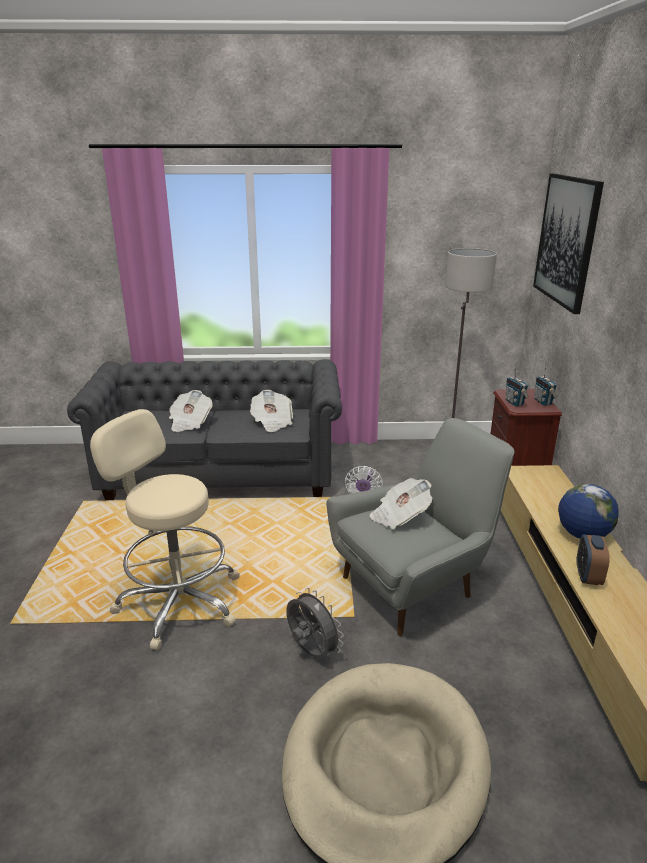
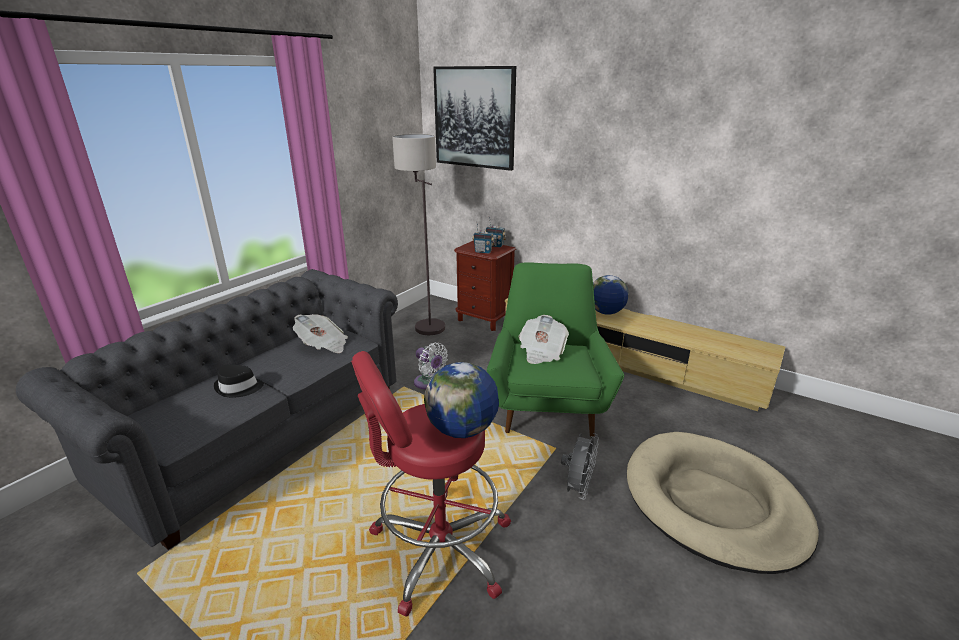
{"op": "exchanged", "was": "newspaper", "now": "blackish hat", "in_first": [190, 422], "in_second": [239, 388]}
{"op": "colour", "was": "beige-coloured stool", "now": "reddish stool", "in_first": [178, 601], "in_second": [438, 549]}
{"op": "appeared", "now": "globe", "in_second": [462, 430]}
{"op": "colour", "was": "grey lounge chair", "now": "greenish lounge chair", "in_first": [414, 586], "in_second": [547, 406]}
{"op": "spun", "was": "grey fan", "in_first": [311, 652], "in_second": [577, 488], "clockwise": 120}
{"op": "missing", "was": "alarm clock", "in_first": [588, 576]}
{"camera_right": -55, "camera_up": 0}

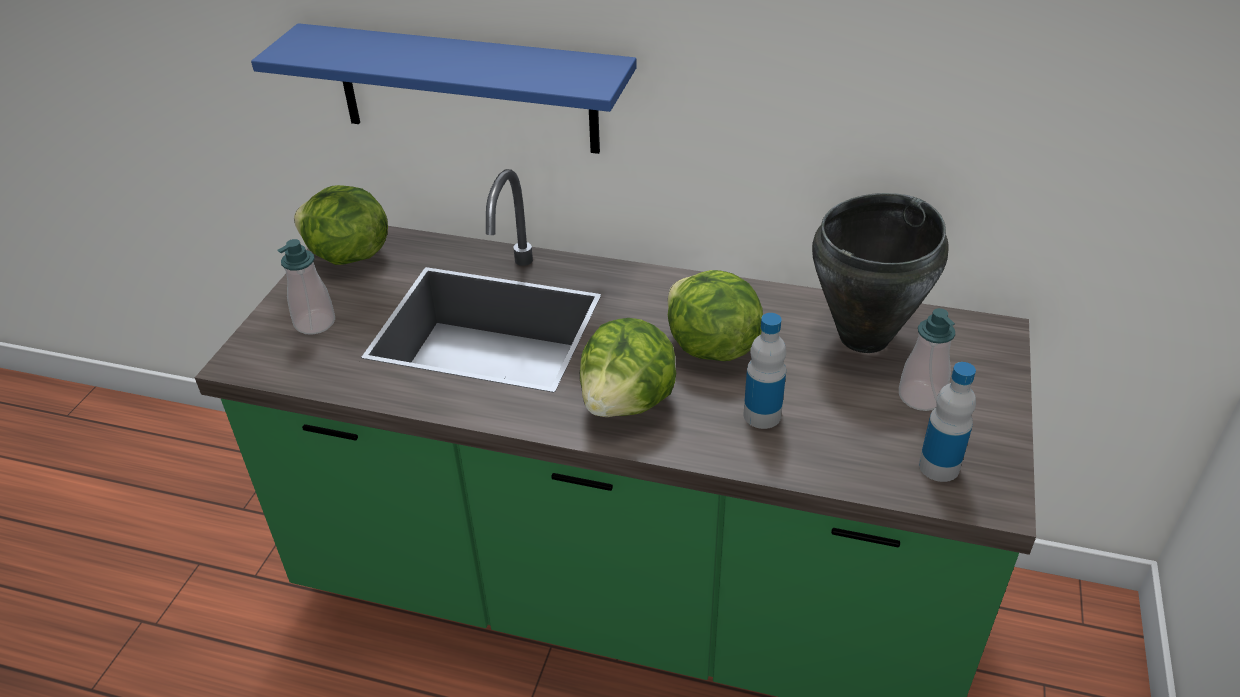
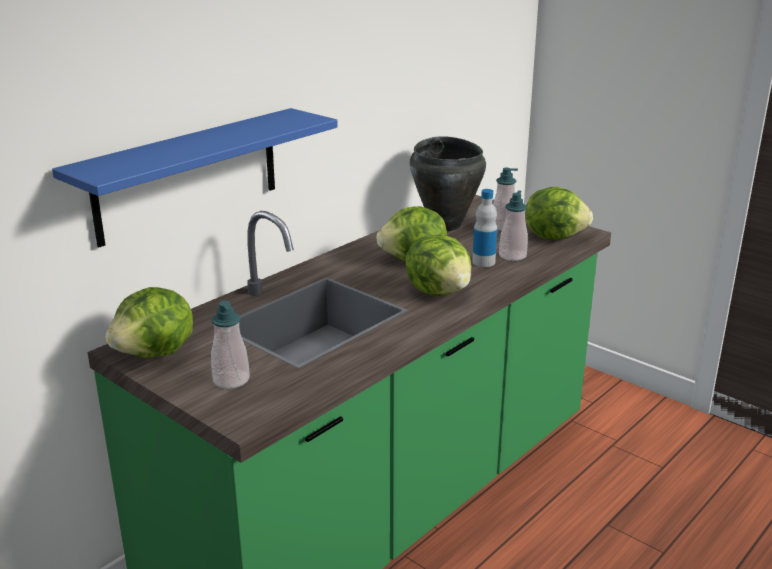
{"op": "appeared", "now": "soap bottle", "in_second": [512, 256]}
{"op": "exchanged", "was": "beverage bottle", "now": "head of lettuce", "in_first": [939, 467], "in_second": [554, 236]}
{"camera_right": -65, "camera_up": -15}

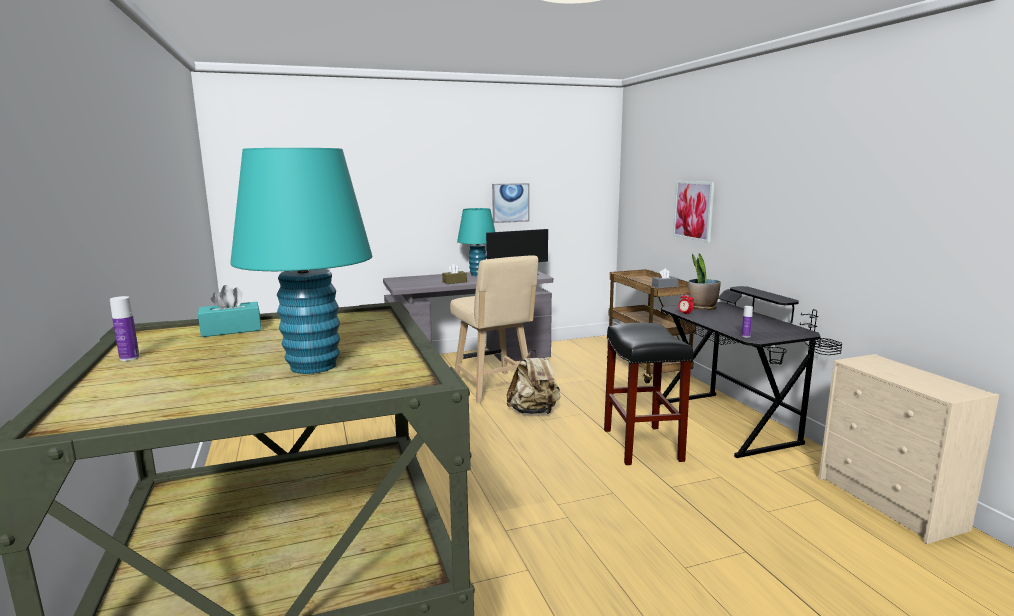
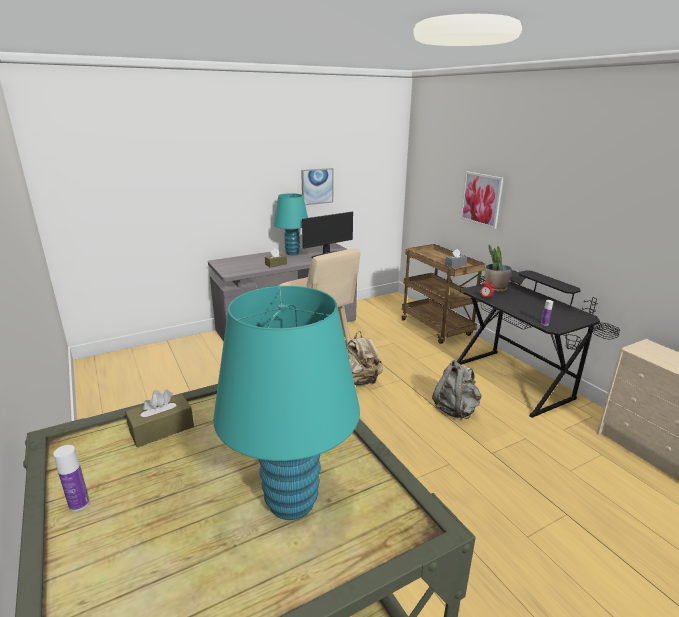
{"op": "colour", "was": "blue-green tissue box", "now": "brown tissue box", "in_first": [231, 330], "in_second": [162, 429]}
{"op": "exchanged", "was": "blackish stool", "now": "grey backpack", "in_first": [641, 444], "in_second": [455, 409]}
{"camera_right": -10, "camera_up": 10}

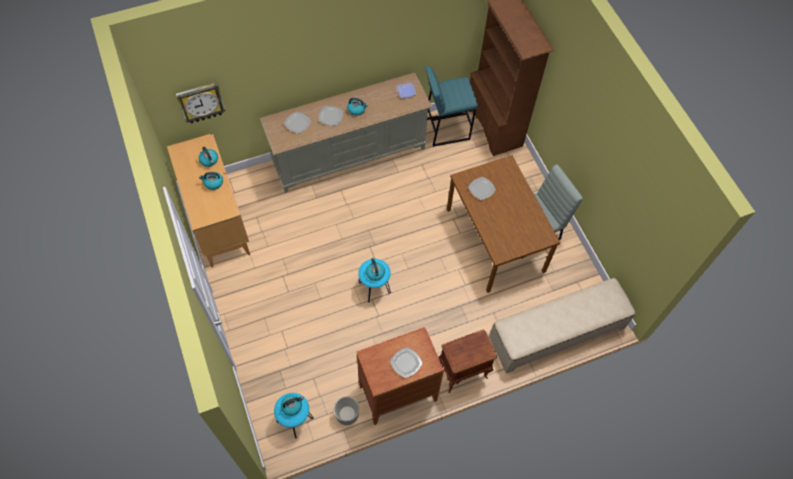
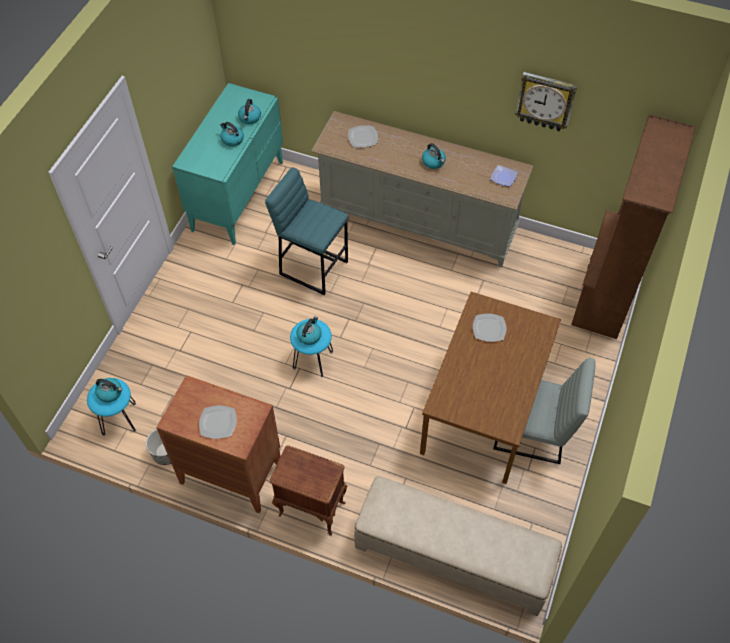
{"op": "colour", "was": "brown cabinet", "now": "blue-green cabinet", "in_first": [218, 220], "in_second": [238, 196]}
{"op": "relocated", "was": "blue-green stool", "in_first": [445, 129], "in_second": [312, 267]}
{"op": "relocated", "was": "wall clock", "in_first": [201, 102], "in_second": [545, 101]}
{"op": "missing", "was": "plate", "in_first": [331, 116]}
{"camera_right": 45, "camera_up": -5}

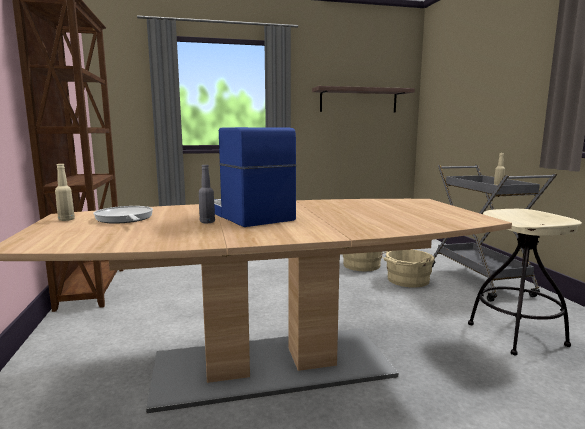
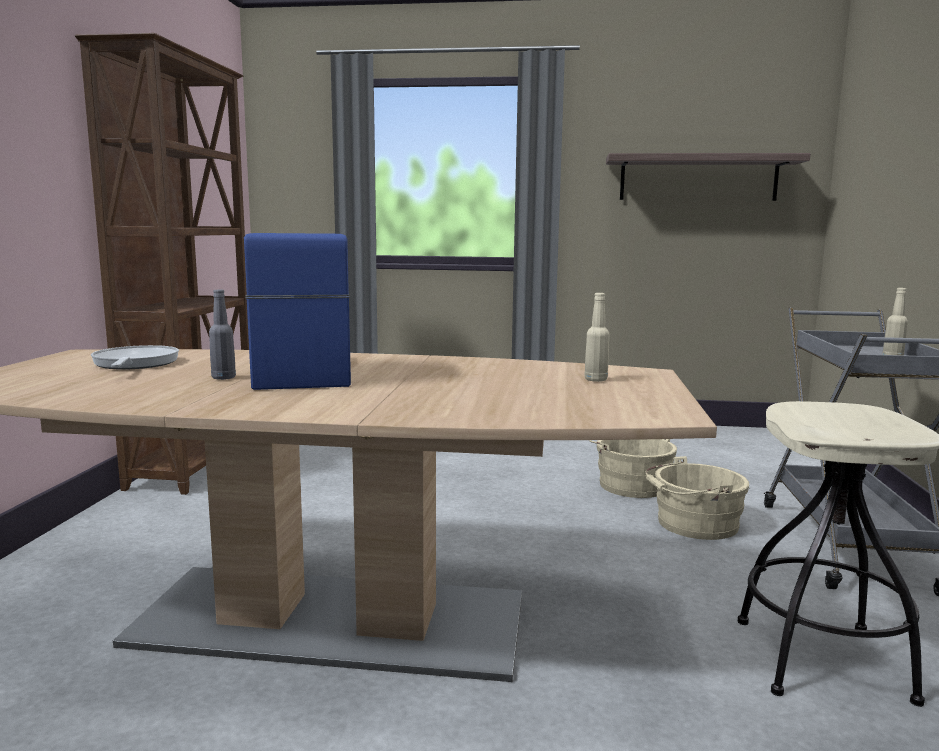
{"op": "relocated", "was": "beige-coloured beverage bottle", "in_first": [66, 219], "in_second": [596, 380]}
{"camera_right": 20, "camera_up": 0}

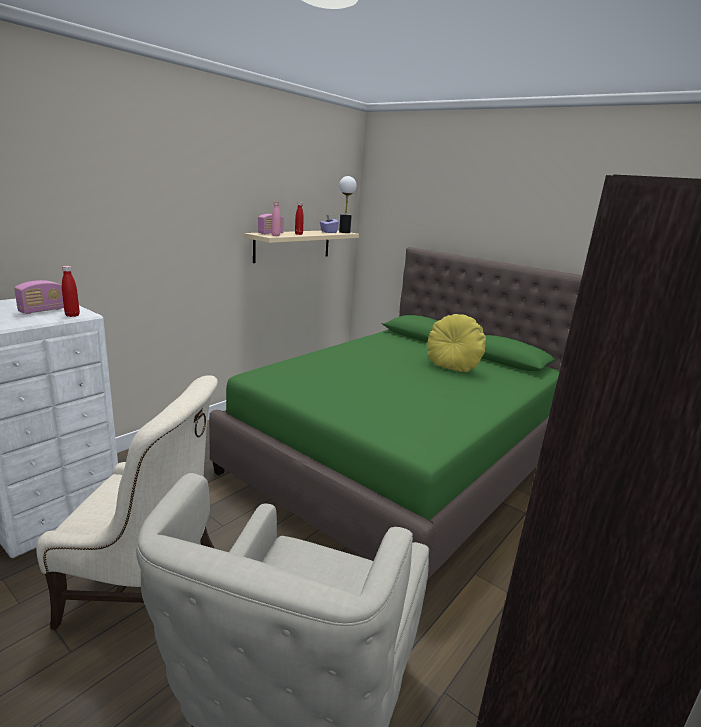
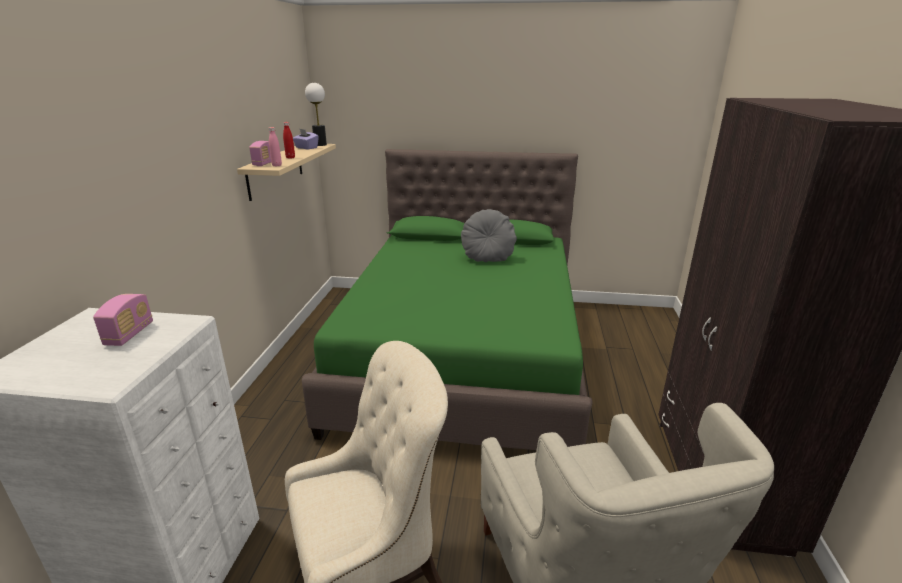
{"op": "colour", "was": "yellow throw pillow", "now": "grey throw pillow", "in_first": [452, 368], "in_second": [487, 259]}
{"op": "missing", "was": "reddish beverage bottle", "in_first": [72, 315]}
{"camera_right": -30, "camera_up": 5}

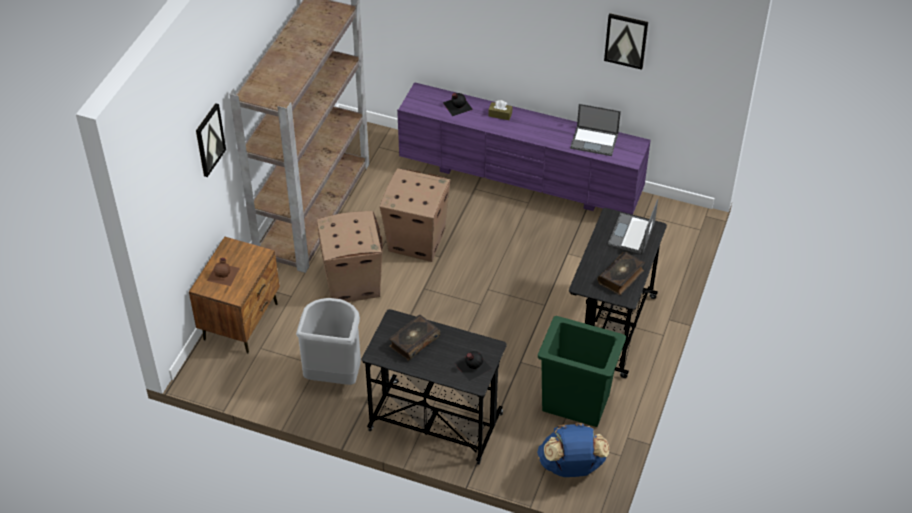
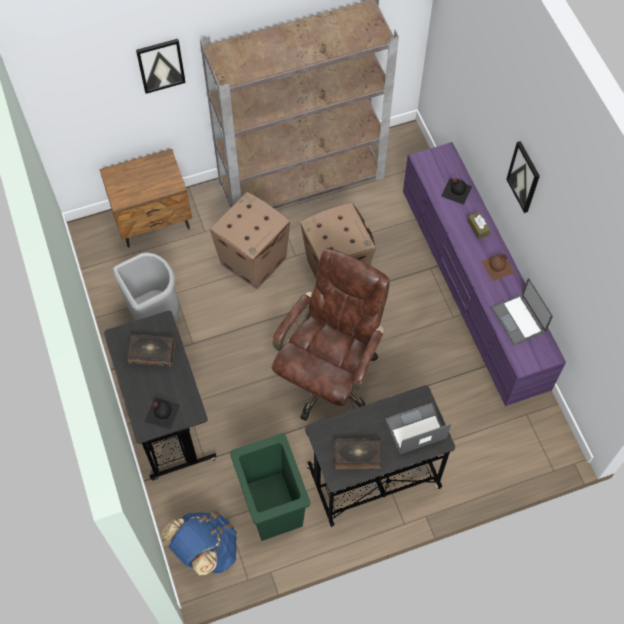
{"op": "appeared", "now": "brown desk chair", "in_second": [329, 376]}
{"op": "relocated", "was": "brown beverage bottle", "in_first": [224, 274], "in_second": [498, 267]}
{"op": "relocated", "was": "wall art", "in_first": [626, 40], "in_second": [524, 177]}
{"camera_right": 50, "camera_up": 15}

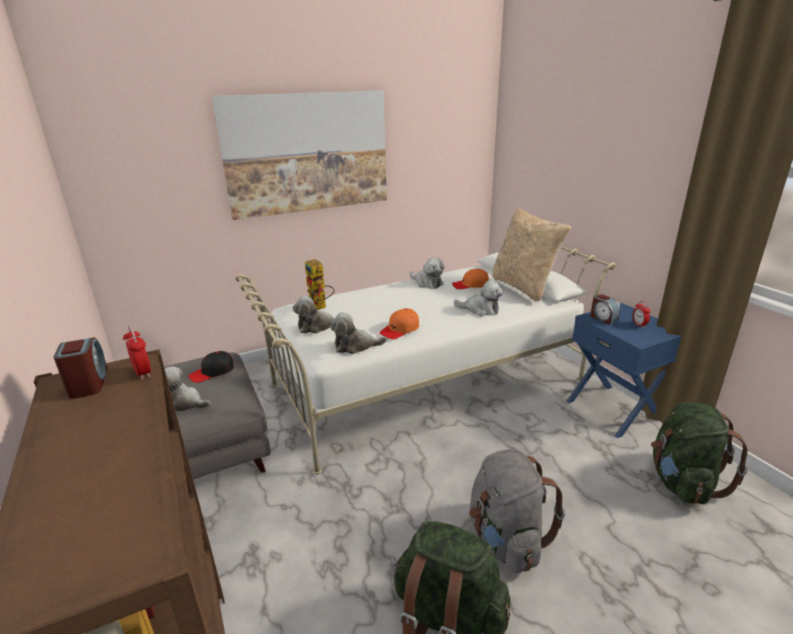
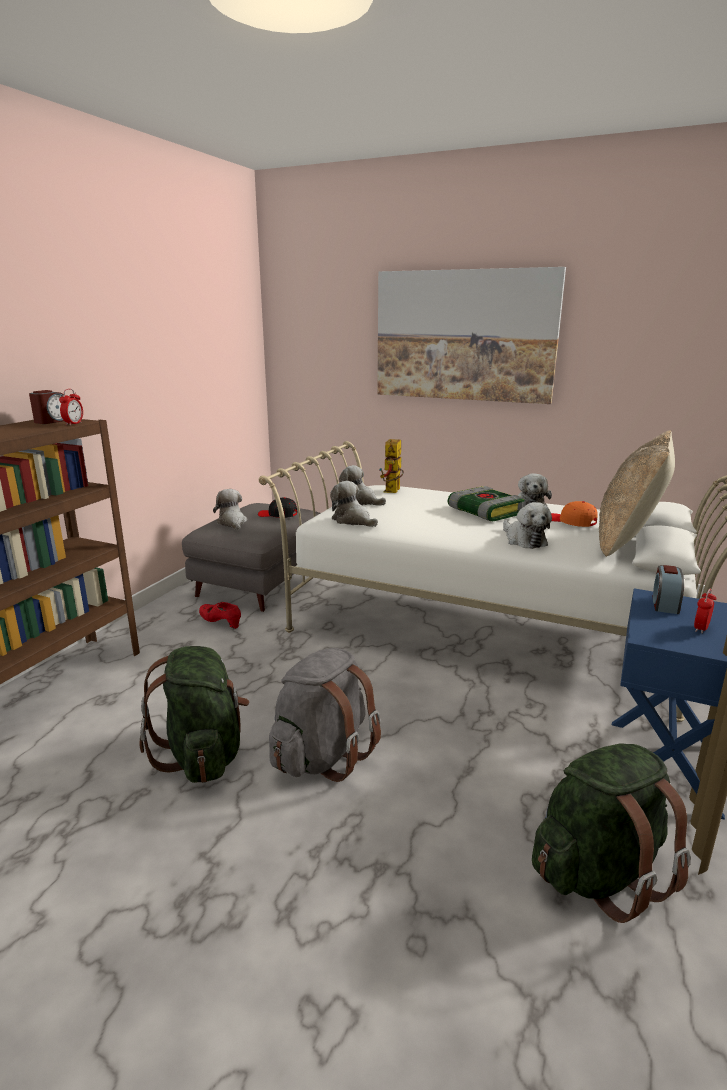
{"op": "appeared", "now": "reddish low shoe", "in_second": [221, 623]}
{"op": "appeared", "now": "bound book", "in_second": [483, 512]}
{"op": "missing", "was": "orange-coloured cap", "in_first": [400, 330]}
{"camera_right": 50, "camera_up": -5}

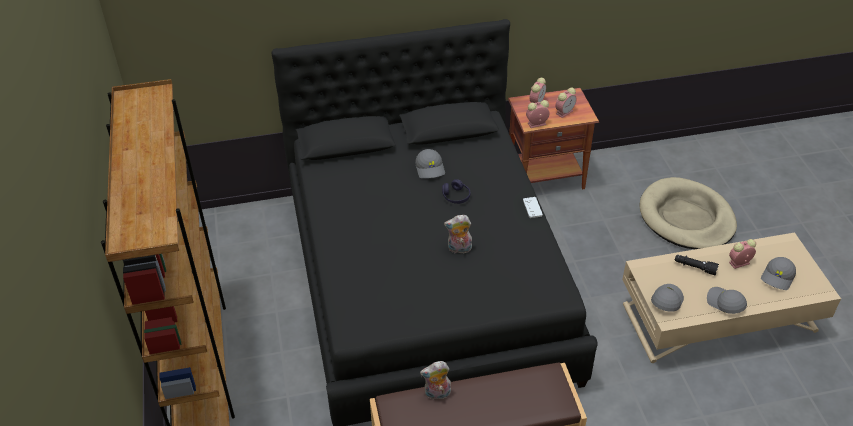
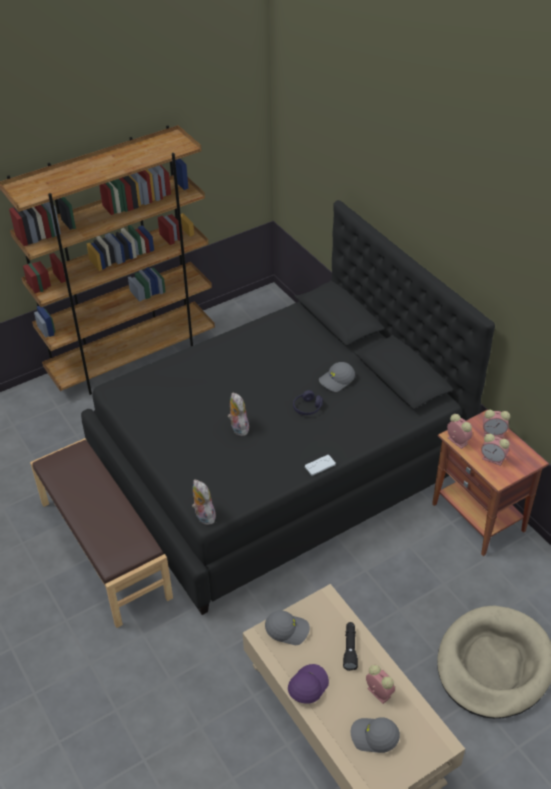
{"op": "relocated", "was": "cuddly toy", "in_first": [437, 394], "in_second": [203, 516]}
{"op": "colour", "was": "grey cap", "now": "purple cap", "in_first": [725, 303], "in_second": [307, 686]}
{"camera_right": 70, "camera_up": 0}

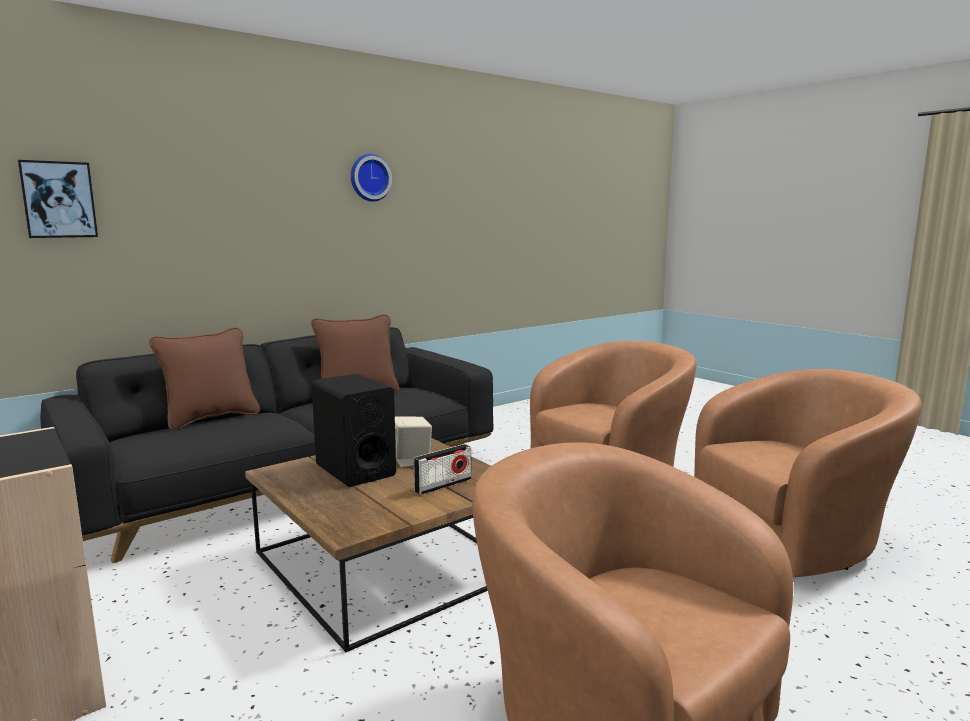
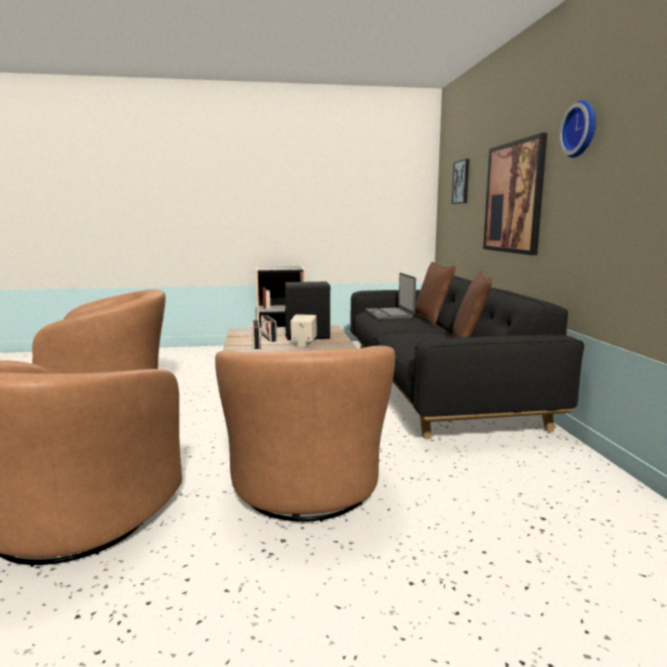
{"op": "appeared", "now": "radio", "in_second": [268, 338]}
{"op": "appeared", "now": "laptop", "in_second": [389, 315]}
{"op": "appeared", "now": "wall art", "in_second": [513, 197]}
{"camera_right": 120, "camera_up": 0}

